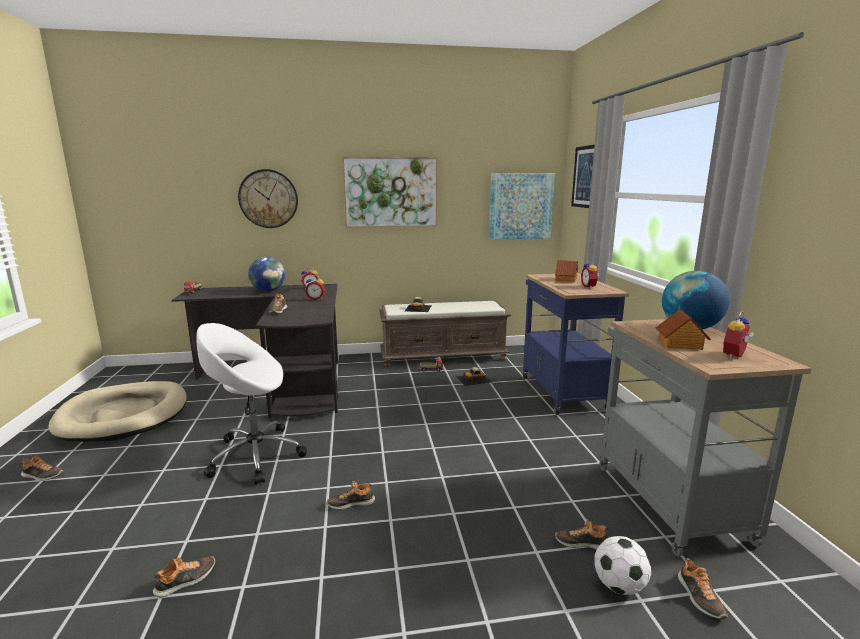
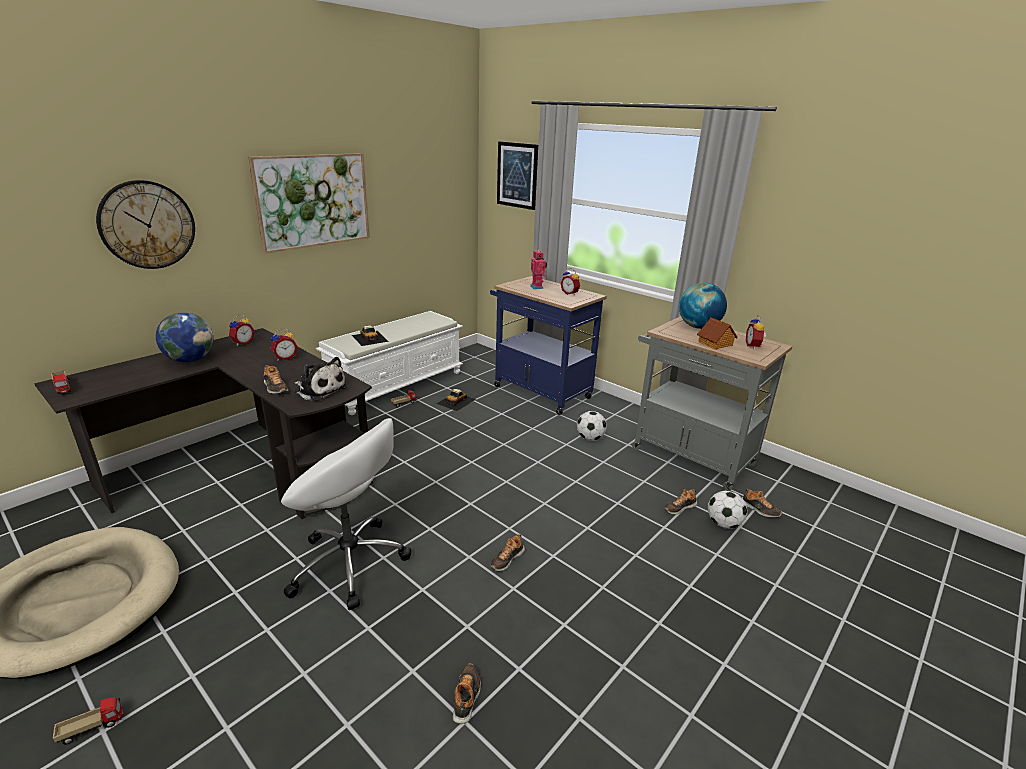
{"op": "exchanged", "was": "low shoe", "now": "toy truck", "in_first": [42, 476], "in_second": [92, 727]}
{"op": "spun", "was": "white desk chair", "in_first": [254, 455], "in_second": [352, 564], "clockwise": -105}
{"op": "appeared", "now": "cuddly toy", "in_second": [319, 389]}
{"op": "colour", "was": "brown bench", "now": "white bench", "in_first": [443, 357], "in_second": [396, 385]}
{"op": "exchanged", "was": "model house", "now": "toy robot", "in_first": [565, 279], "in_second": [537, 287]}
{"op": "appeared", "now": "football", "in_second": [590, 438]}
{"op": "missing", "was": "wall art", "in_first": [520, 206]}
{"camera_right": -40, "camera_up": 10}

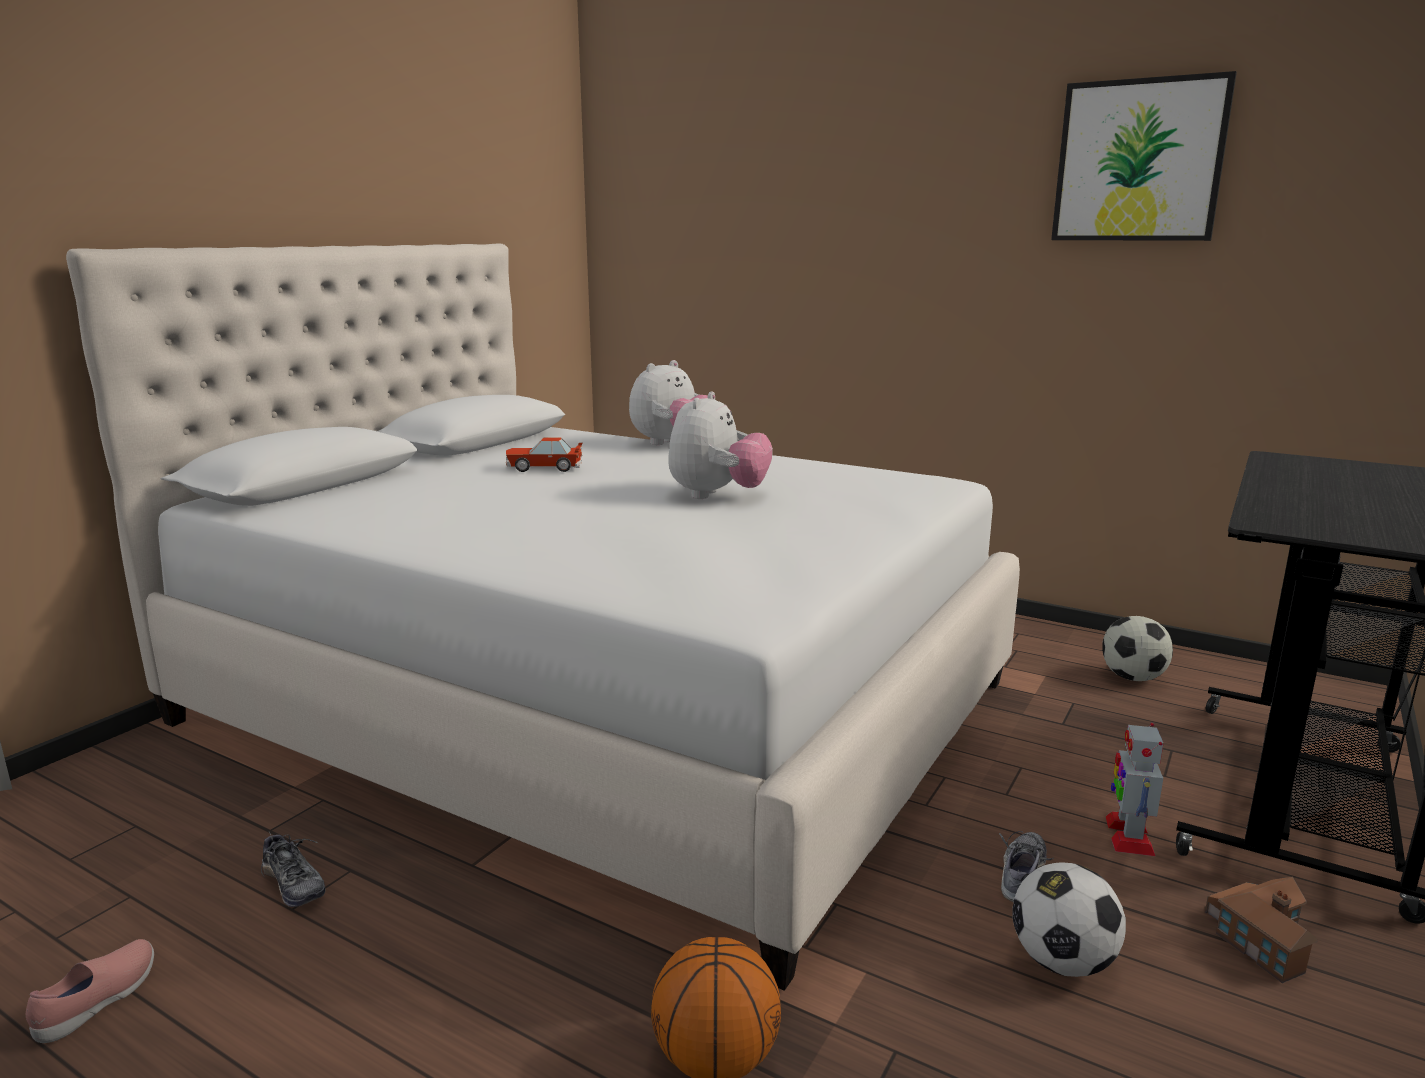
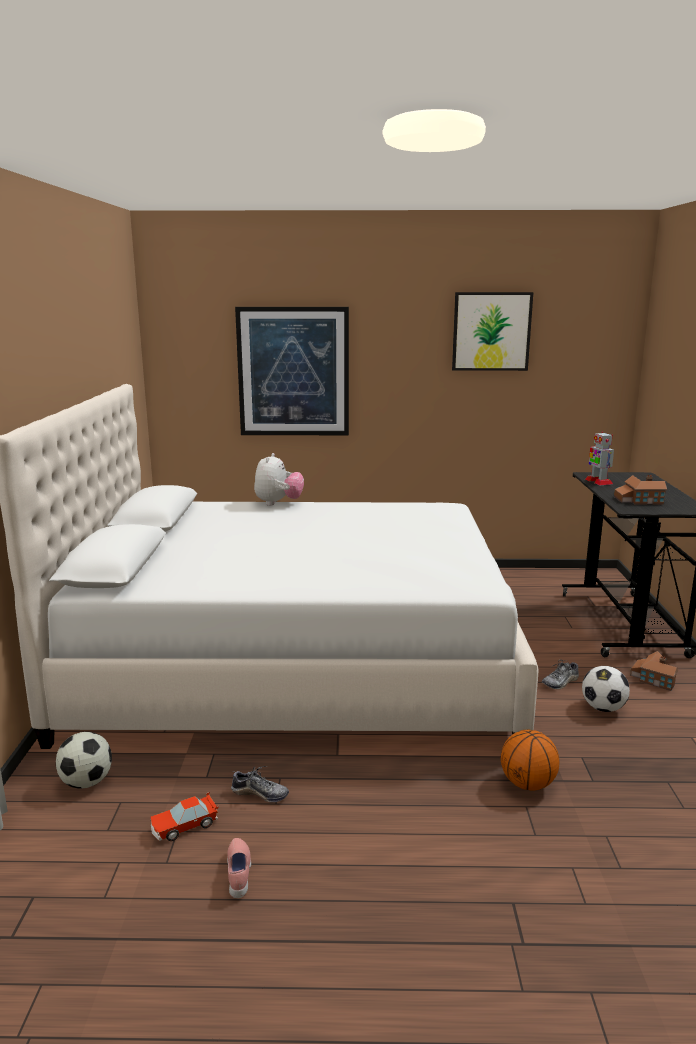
{"op": "relocated", "was": "football", "in_first": [1132, 677], "in_second": [86, 782]}
{"op": "relocated", "was": "miniature car", "in_first": [544, 468], "in_second": [184, 826]}
{"op": "appeared", "now": "wall art", "in_second": [293, 372]}
{"op": "spun", "was": "low shoe", "in_first": [1022, 874], "in_second": [560, 682], "clockwise": -120}
{"op": "relocated", "was": "toy robot", "in_first": [1128, 835], "in_second": [598, 481]}
{"op": "appeared", "now": "model house", "in_second": [638, 500]}
{"op": "missing", "was": "cuddly toy", "in_first": [717, 495]}
{"camera_right": -30, "camera_up": 0}

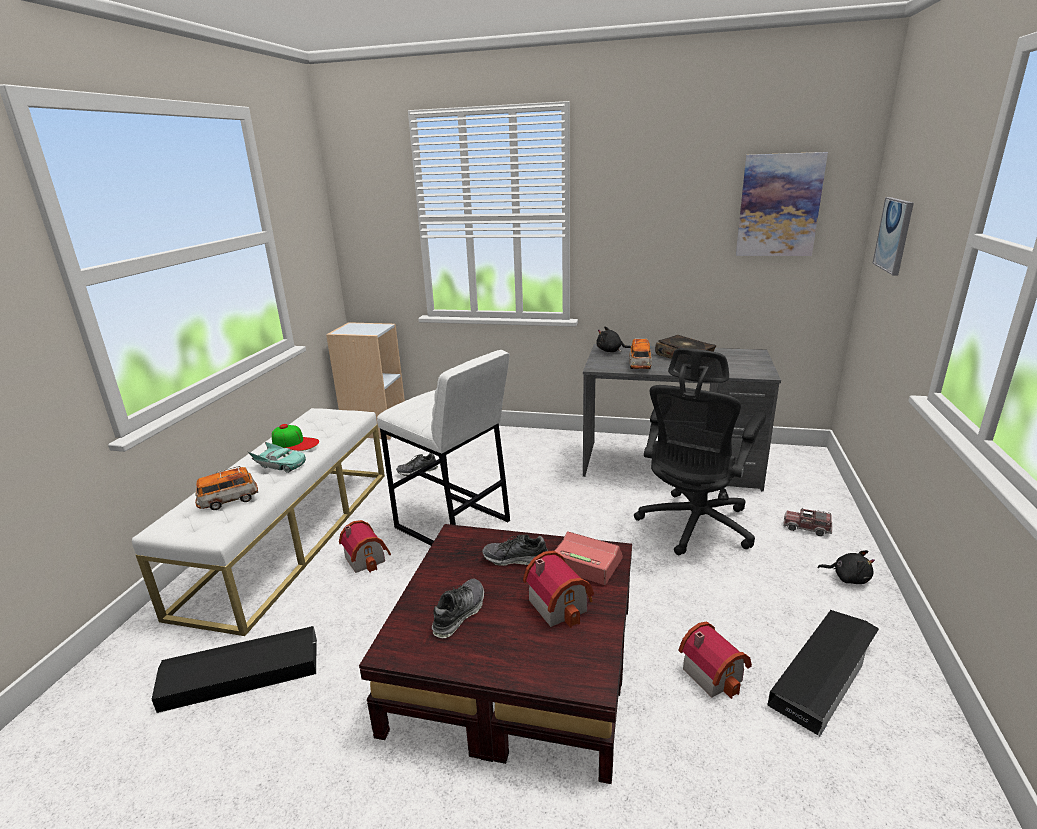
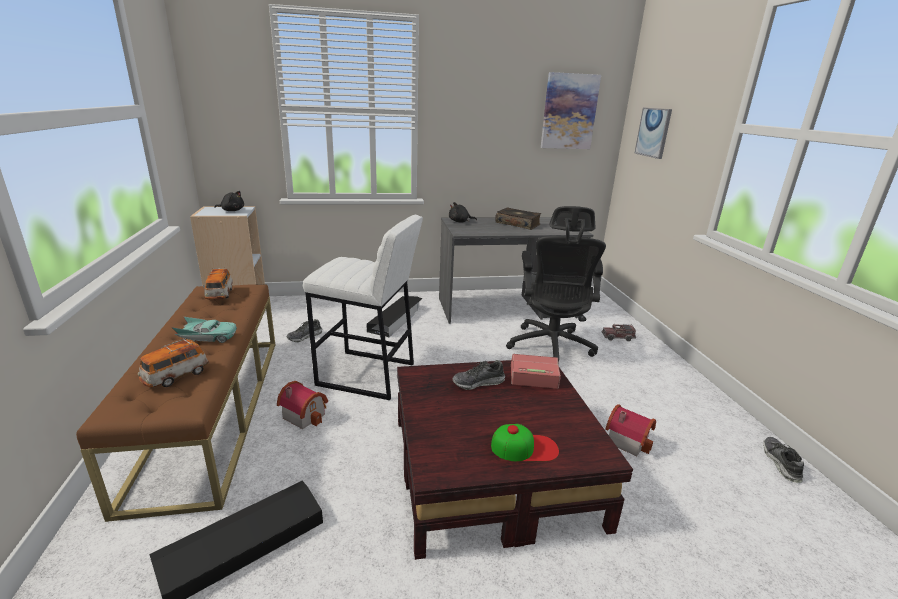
{"op": "colour", "was": "white bench", "now": "brown bench", "in_first": [292, 536], "in_second": [212, 409]}
{"op": "relocated", "was": "miniature car", "in_first": [640, 365], "in_second": [220, 295]}
{"op": "relocated", "was": "blackish cuddly toy", "in_first": [848, 577], "in_second": [232, 210]}
{"op": "relocated", "was": "blackish storage container", "in_first": [824, 674], "in_second": [396, 319]}
{"op": "relocated", "was": "cap", "in_first": [295, 442], "in_second": [524, 447]}
{"op": "relocated", "was": "low shoe", "in_first": [459, 613], "in_second": [780, 463]}
{"op": "missing", "was": "model house", "in_first": [560, 603]}
{"camera_right": -25, "camera_up": 0}

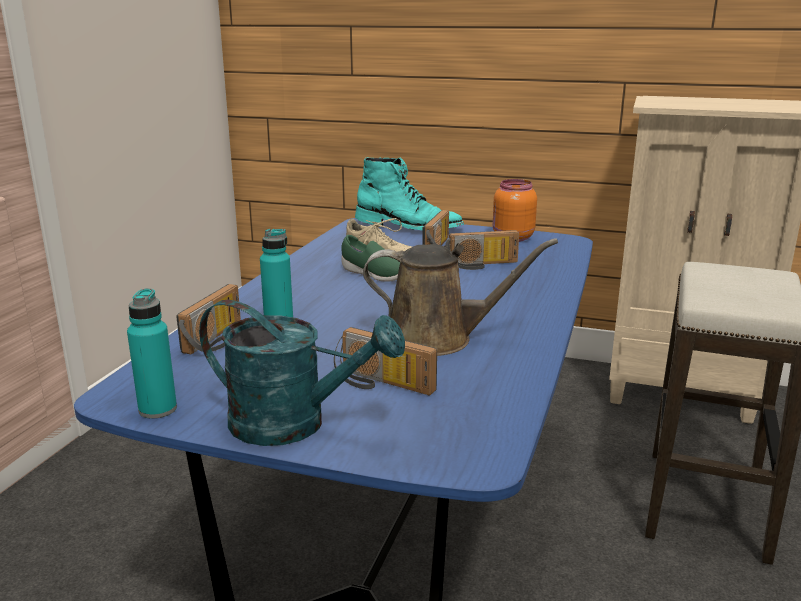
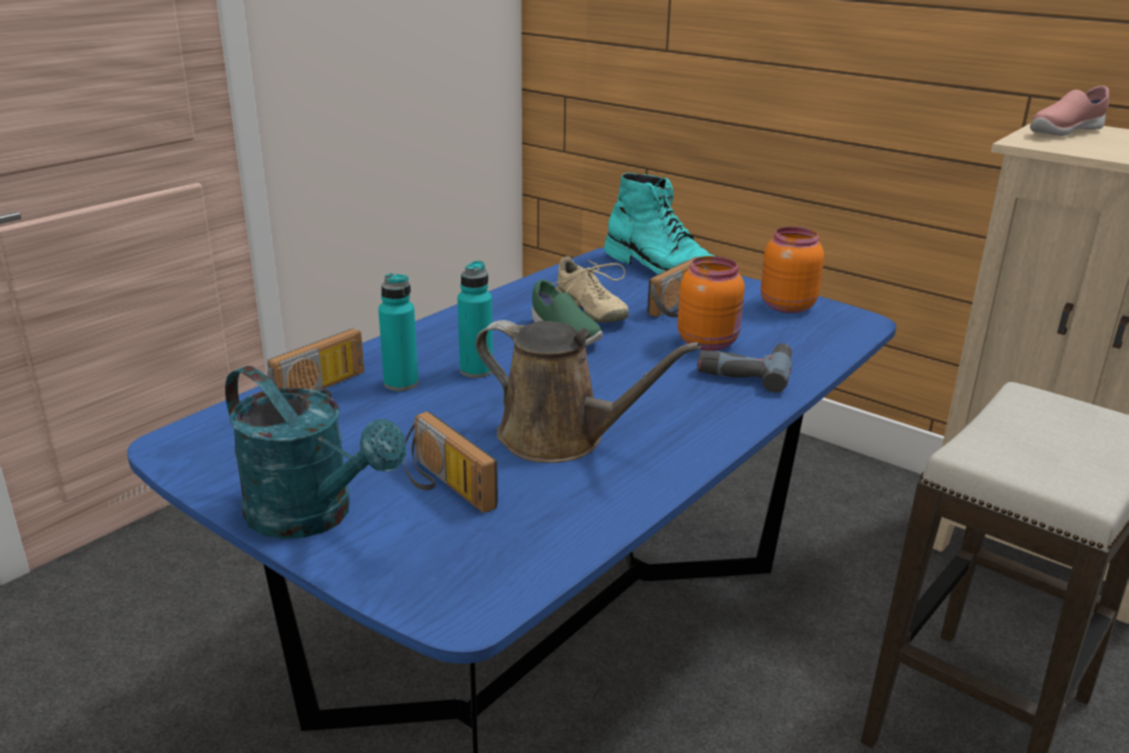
{"op": "relocated", "was": "blue-green beverage bottle", "in_first": [158, 409], "in_second": [476, 371]}
{"op": "exchanged", "was": "radio", "now": "orange-coloured storage jar", "in_first": [482, 265], "in_second": [709, 342]}
{"op": "appeared", "now": "power drill", "in_second": [745, 371]}
{"op": "appeared", "now": "pink-coloured low shoe", "in_second": [1064, 133]}
{"camera_right": 20, "camera_up": 5}

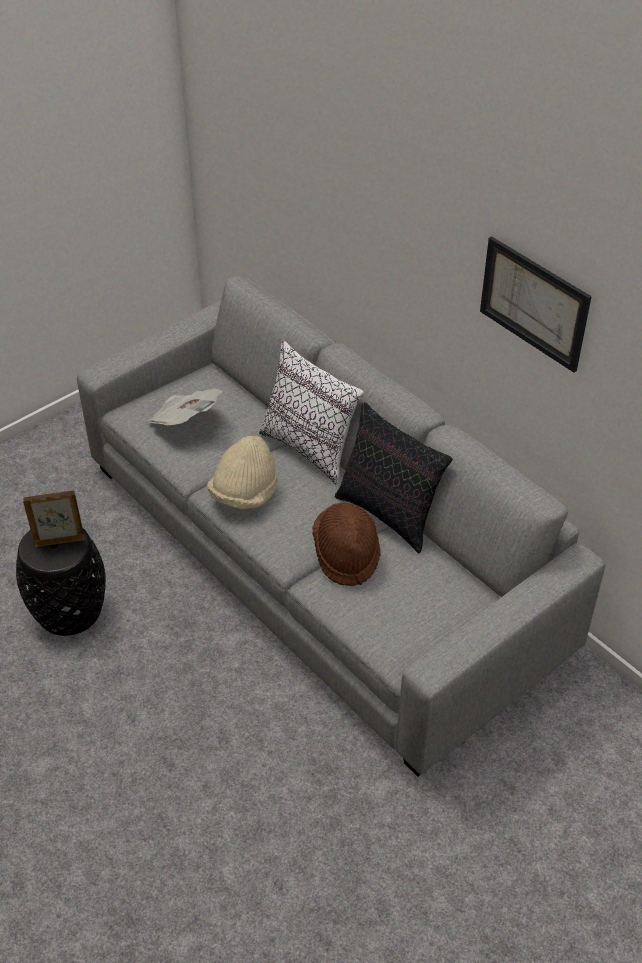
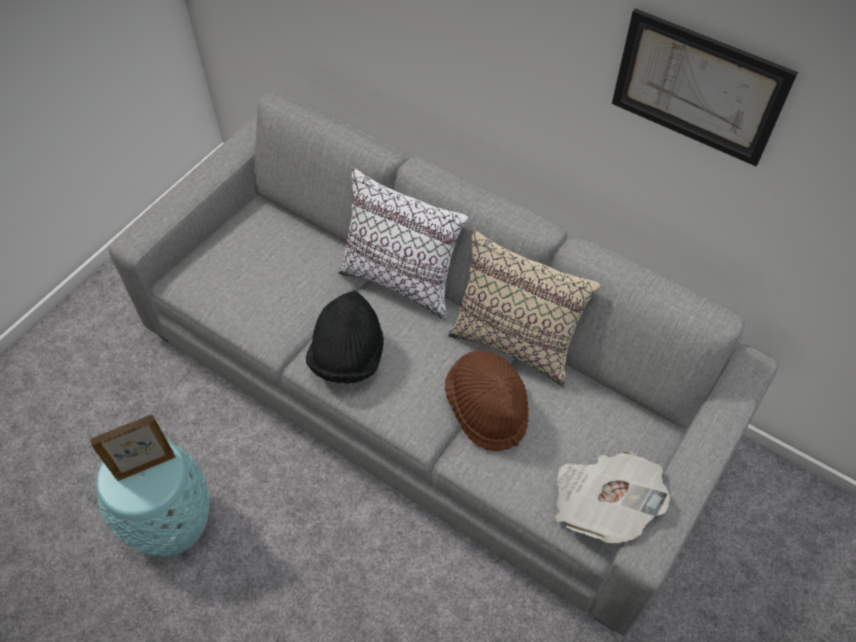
{"op": "colour", "was": "blackish stool", "now": "blue-green stool", "in_first": [69, 611], "in_second": [170, 521]}
{"op": "colour", "was": "beige-coloured hat", "now": "blackish hat", "in_first": [244, 494], "in_second": [348, 356]}
{"op": "colour", "was": "blackish throw pillow", "now": "beige-coloured throw pillow", "in_first": [388, 515], "in_second": [513, 346]}
{"op": "relocated", "was": "newspaper", "in_first": [186, 421], "in_second": [601, 504]}
{"camera_right": -15, "camera_up": 10}

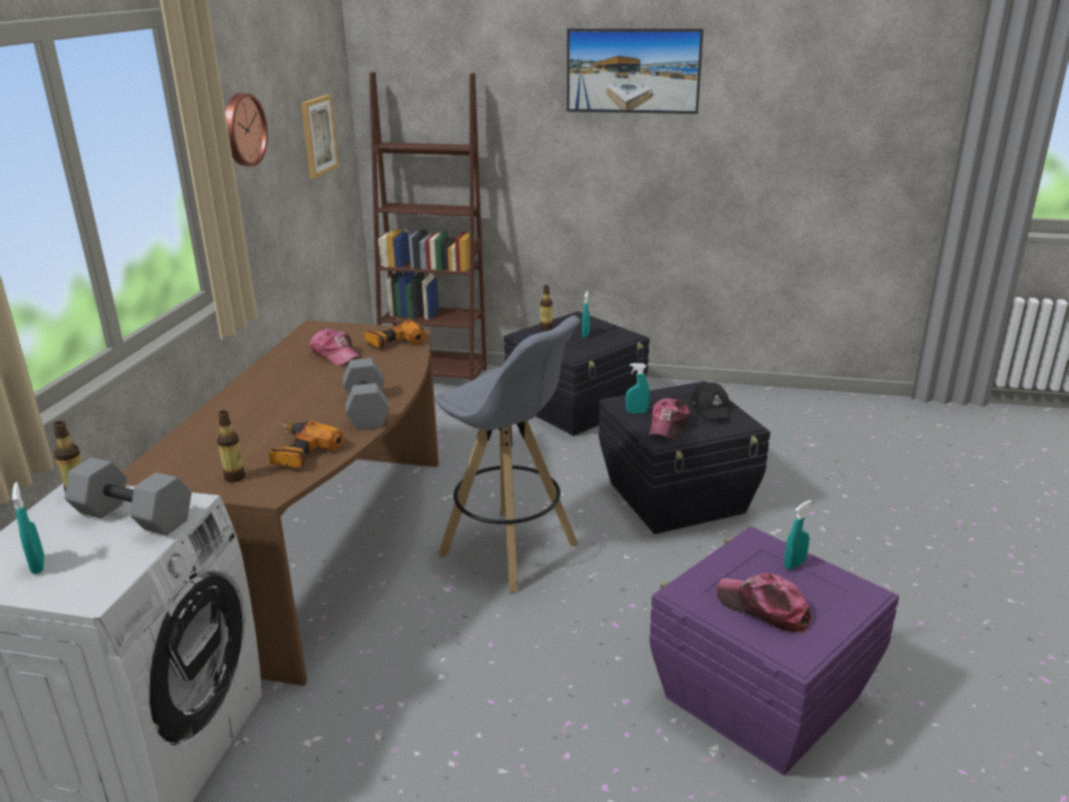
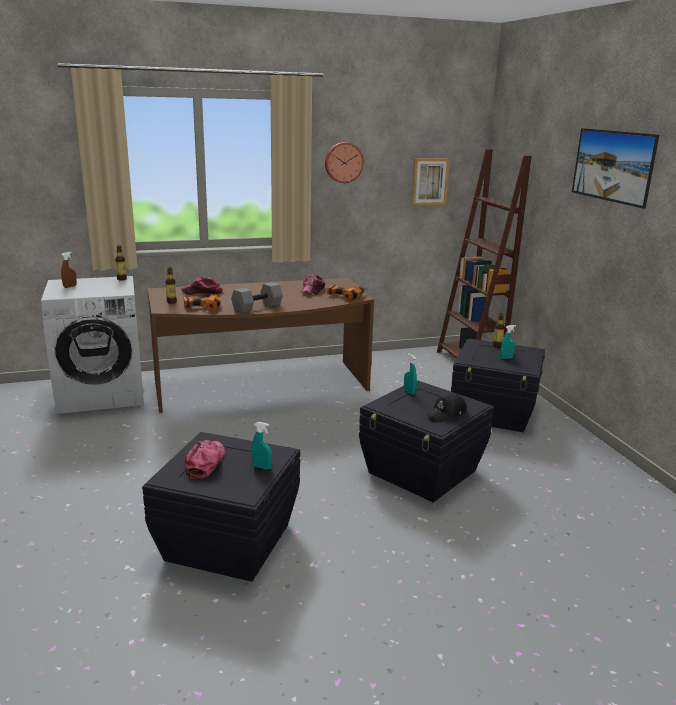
{"op": "colour", "was": "blue-green sprayer", "now": "brown sprayer", "in_first": [38, 565], "in_second": [70, 286]}
{"op": "colour", "was": "purple storage container", "now": "blackish storage container", "in_first": [759, 697], "in_second": [227, 541]}
{"op": "relocated", "was": "cap", "in_first": [668, 426], "in_second": [202, 292]}
{"op": "missing", "was": "grey dumbbell", "in_first": [131, 517]}
{"op": "missing", "was": "grey stool", "in_first": [511, 551]}
{"camera_right": 60, "camera_up": -5}

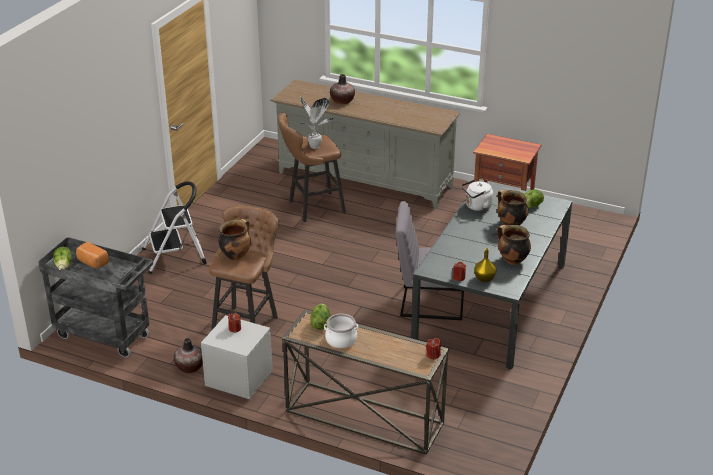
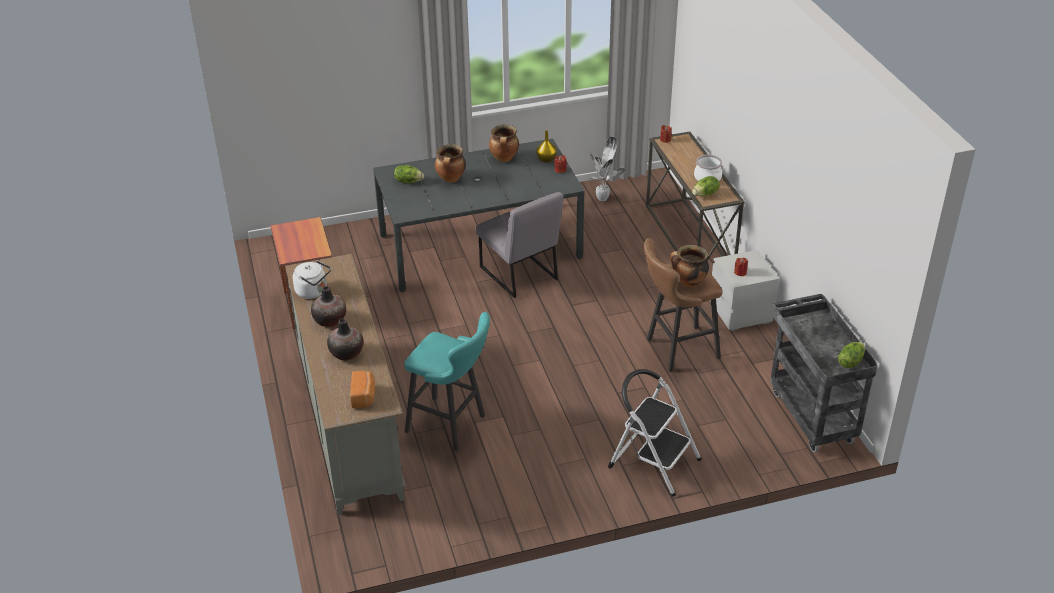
{"op": "relocated", "was": "white water kettle", "in_first": [477, 206], "in_second": [313, 291]}
{"op": "relocated", "was": "flower vase", "in_first": [189, 367], "in_second": [330, 320]}
{"op": "relocated", "was": "bakery bread", "in_first": [92, 262], "in_second": [364, 396]}
{"op": "colour", "was": "brown stool", "now": "blue-green stool", "in_first": [310, 208], "in_second": [453, 427]}
{"op": "relocated", "was": "potted plant", "in_first": [315, 147], "in_second": [603, 198]}
{"camera_right": -130, "camera_up": 5}

